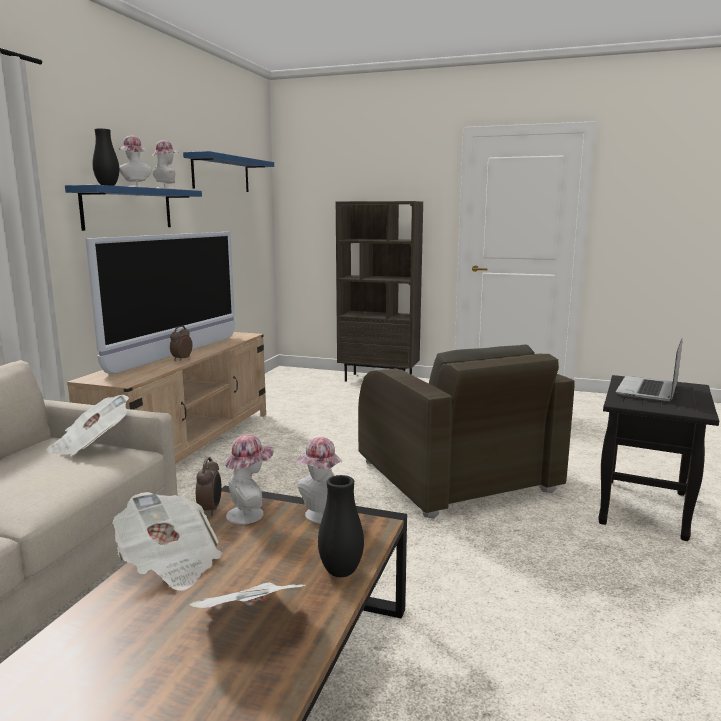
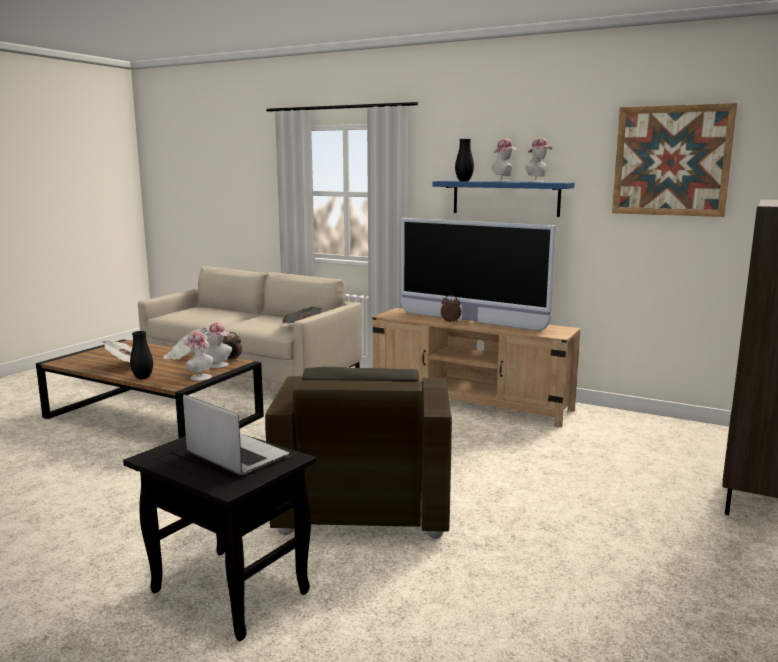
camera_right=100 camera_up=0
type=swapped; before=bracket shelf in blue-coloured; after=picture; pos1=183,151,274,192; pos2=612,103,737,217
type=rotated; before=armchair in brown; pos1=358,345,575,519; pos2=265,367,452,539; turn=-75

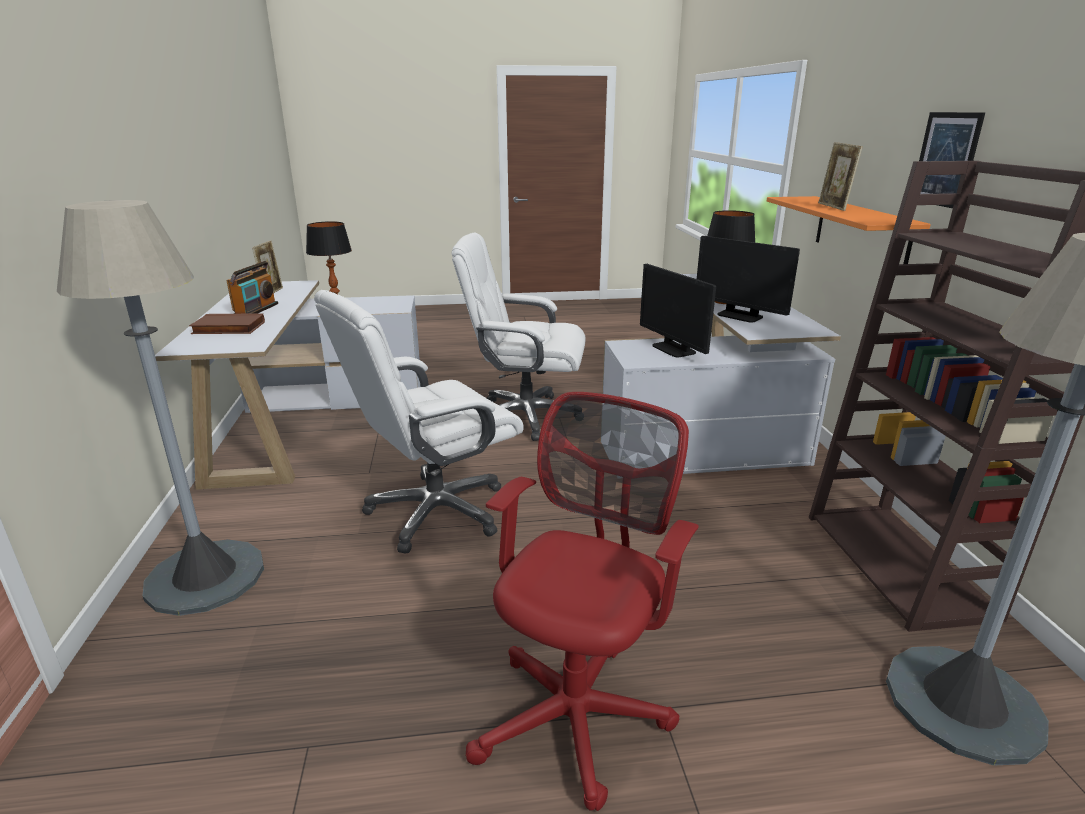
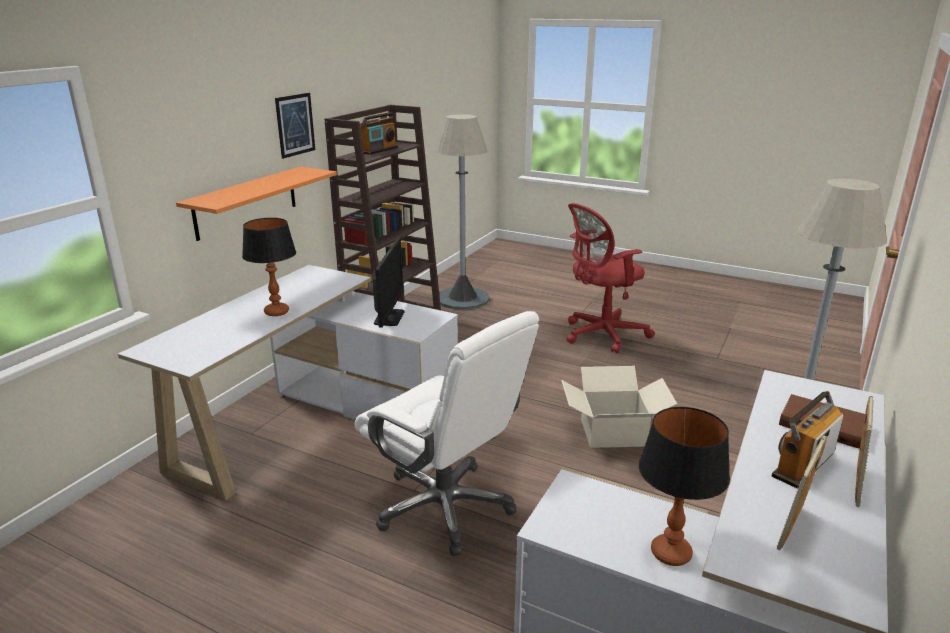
camera_right=-145 camera_up=0
type=gone; before=computer display; pos1=697,236,800,323
type=new; after=radio receiver; pos2=360,112,398,155
type=shifted; before=photo frame; pos1=818,142,863,211; pos2=855,396,874,507
type=swapped; before=office chair in white-coloured; after=carton; pos1=314,290,524,554; pos2=561,366,677,448

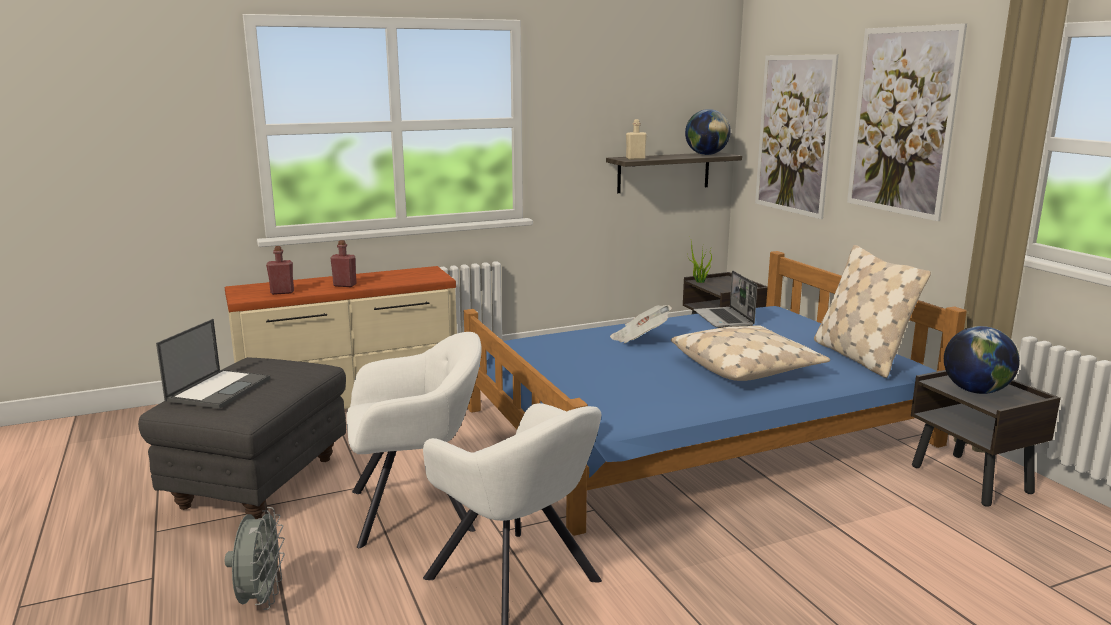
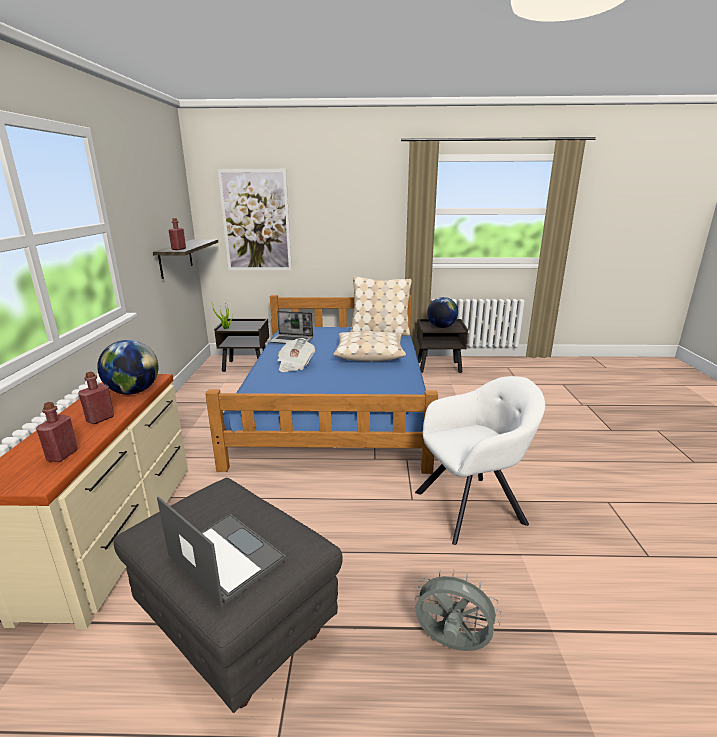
camera_right=-65 camera_up=5
type=gone; before=armchair in white-coloured; pos1=346,332,482,548
type=gone; before=picture; pos1=847,23,967,221
type=shifted; before=desk globe; pos1=685,109,731,155; pos2=97,340,159,394
type=repainted; before=beverage bottle in beige; after=beverage bottle in red; pos1=626,119,647,160; pos2=169,218,186,250

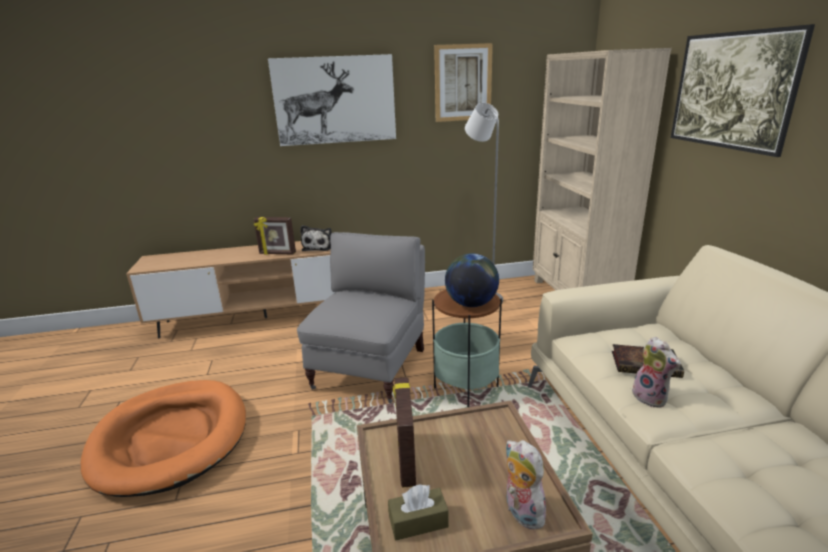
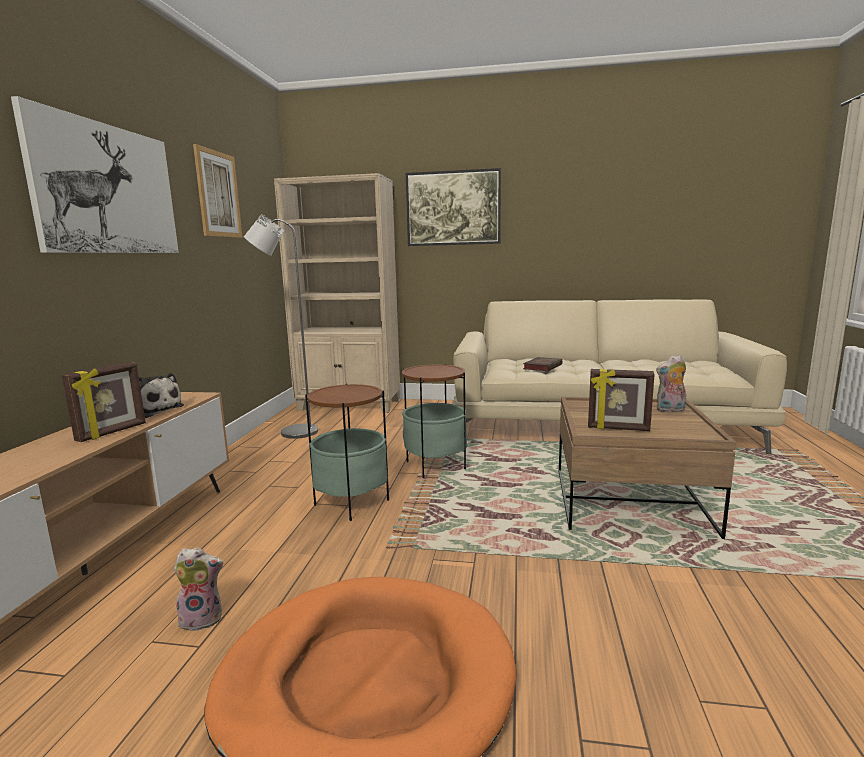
camera_right=-70 camera_up=-10
type=gone; before=tissue box in brown; pos1=388,484,449,541
type=gone; before=desk globe; pos1=445,253,499,307
type=shifted; before=cuddly toy; pos1=629,337,681,408; pos2=174,547,223,631
type=swapped; before=armchair in grey; after=accent table; pos1=297,232,425,403; pos2=305,383,389,521

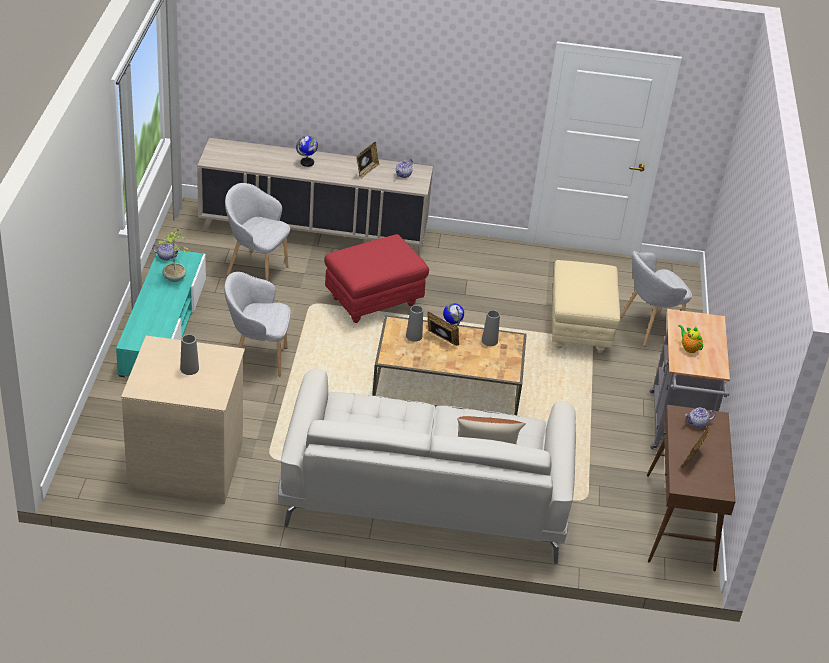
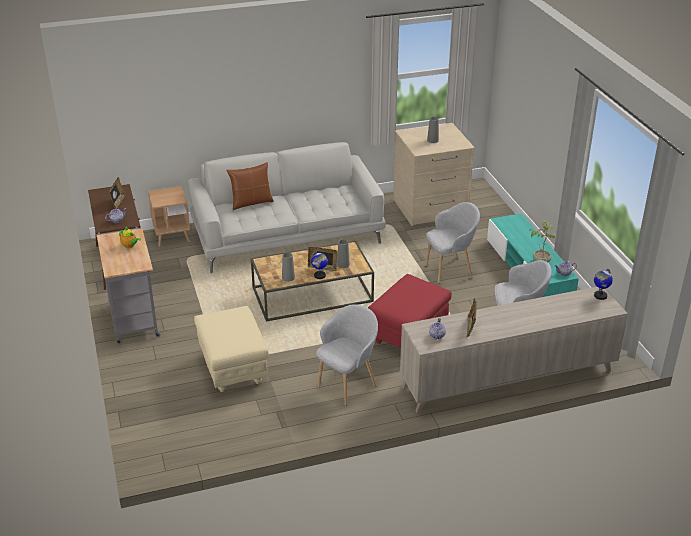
camera_right=160 camera_up=-5
type=new; after=accent table in brown; pos2=148,186,190,247
type=shifted; before=desk globe; pos1=296,136,318,167; pos2=594,269,613,300
type=shifted; before=armchair in grey; pos1=620,251,692,346; pos2=316,304,378,406

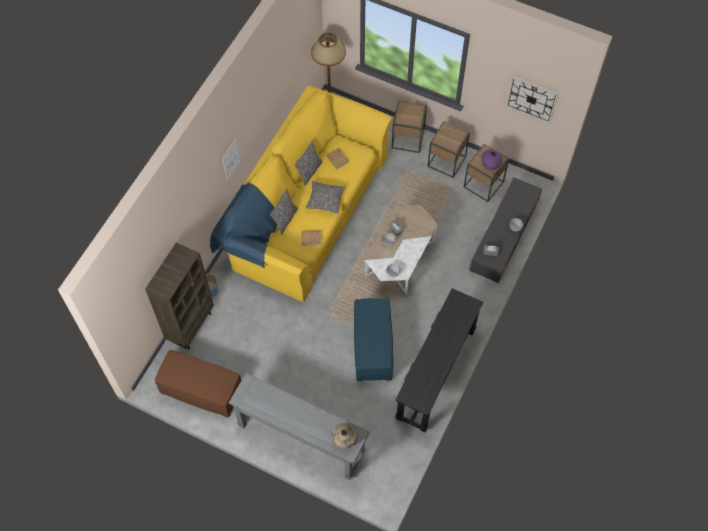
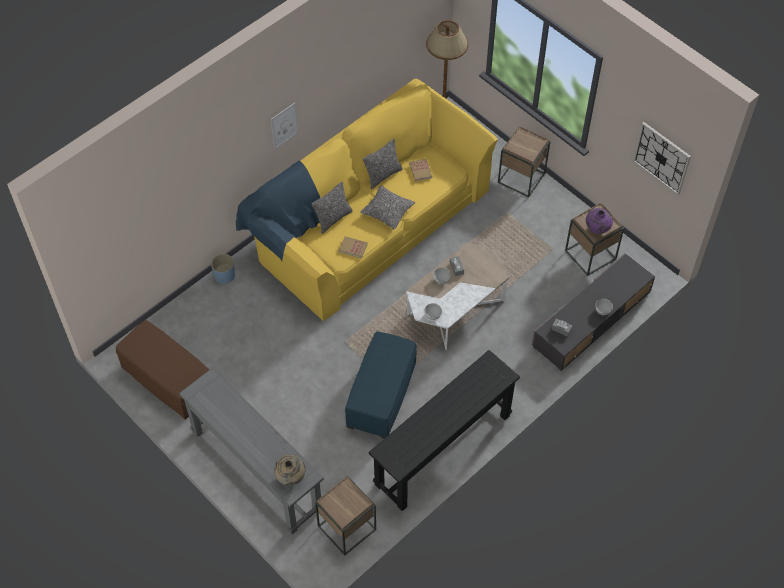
camera_right=20 camera_up=-5
type=gone; before=bookshelf in brown; pos1=145,243,214,350
type=shifted; before=accent table in brown; pos1=427,121,470,178; pos2=315,476,376,556

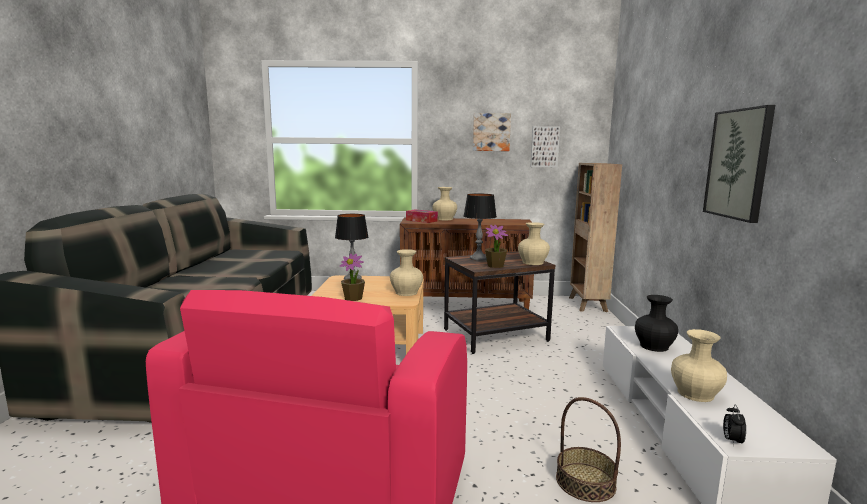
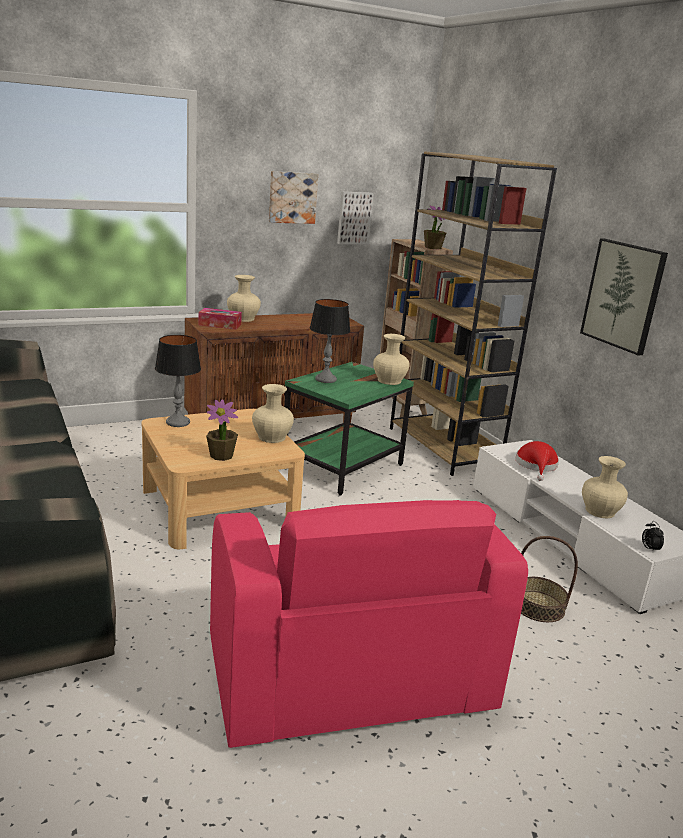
camera_right=-30 camera_up=10
type=new; after=bookshelf in brown; pos2=390,151,557,476
type=shifted; before=potted plant; pos1=485,225,508,268; pos2=424,205,446,250
type=swapped; before=decorative vase in blackish; after=wearable hat in red; pos1=635,295,678,352; pos2=515,441,559,481
type=repainted; before=accent table in brown; after=accent table in greenish; pos1=444,252,555,354; pos2=284,362,414,495

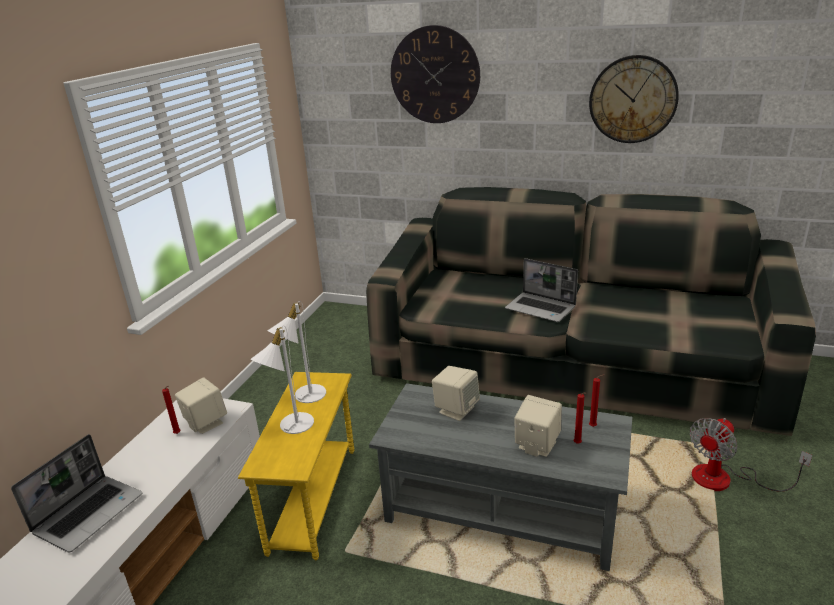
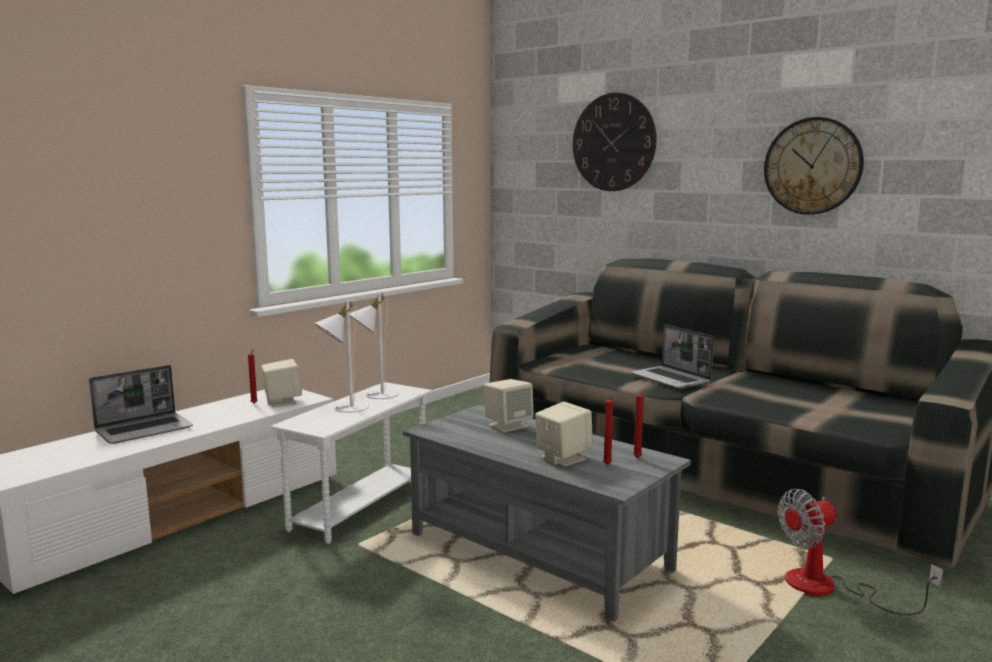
camera_right=20 camera_up=-15
type=repainted; before=accent table in yellow-coloured; after=accent table in white-coloured; pos1=238,372,354,560; pos2=270,382,433,544

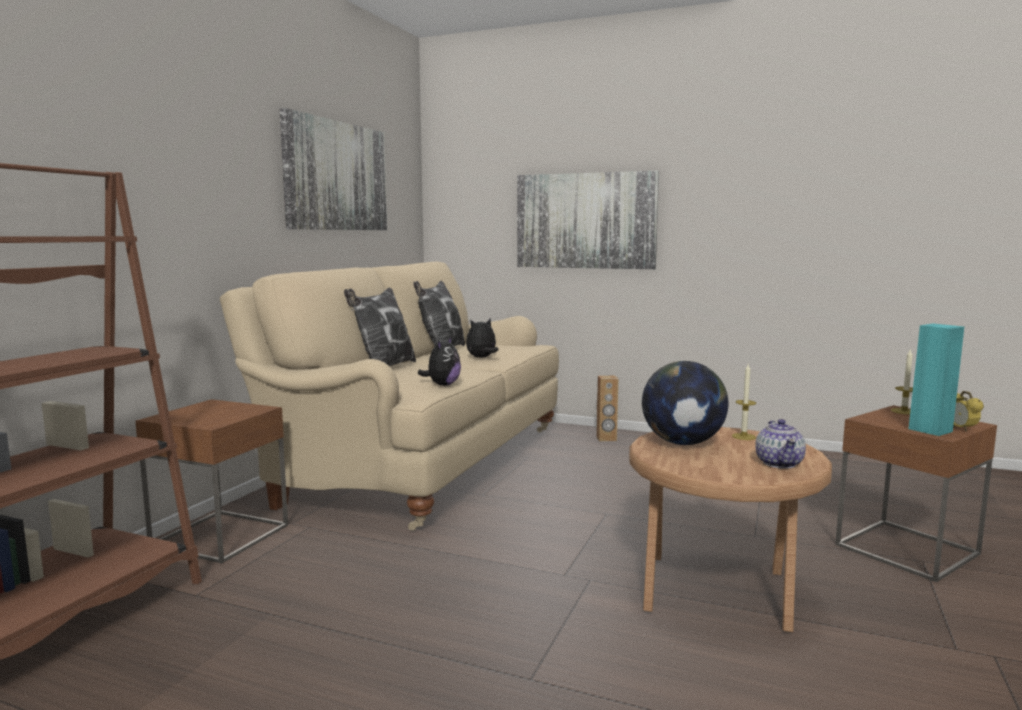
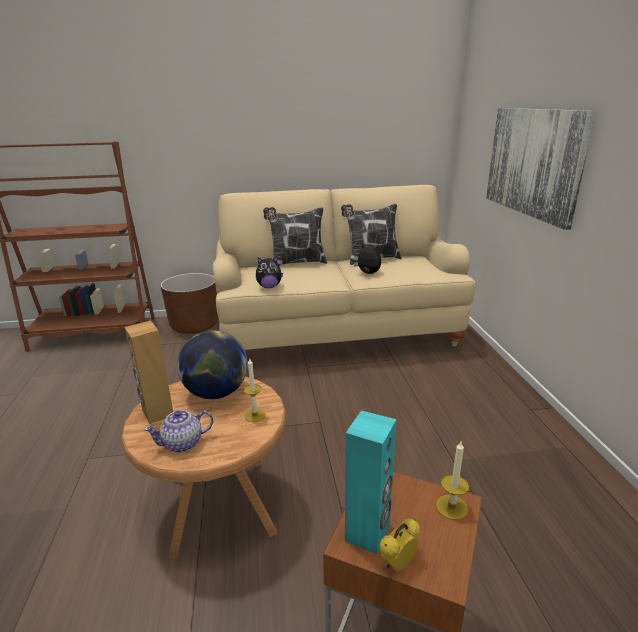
camera_right=60 camera_up=15
type=gone; before=picture; pos1=279,108,387,230
type=shifted; before=loudspeaker in brown; pos1=596,375,618,442; pos2=125,321,173,424
type=swapped; before=accent table in brown; after=planter in brown; pos1=135,399,288,564; pos2=161,273,218,334

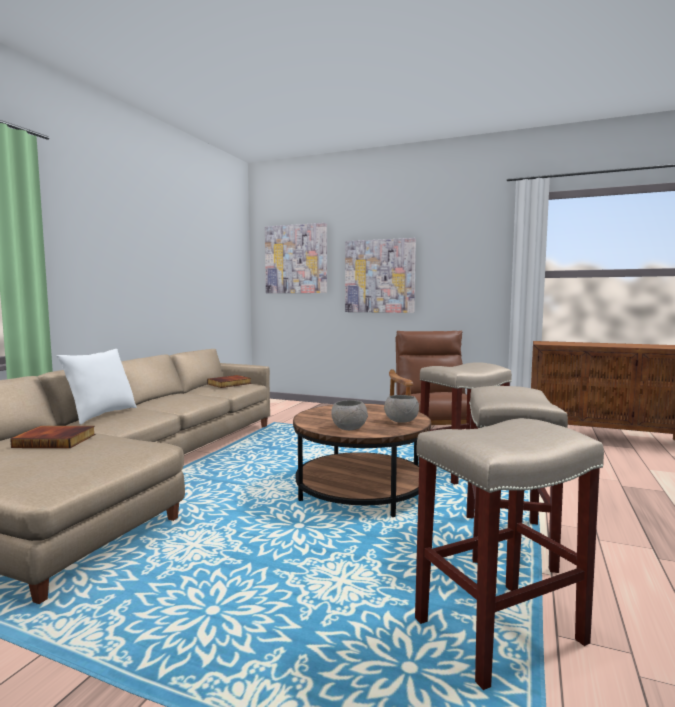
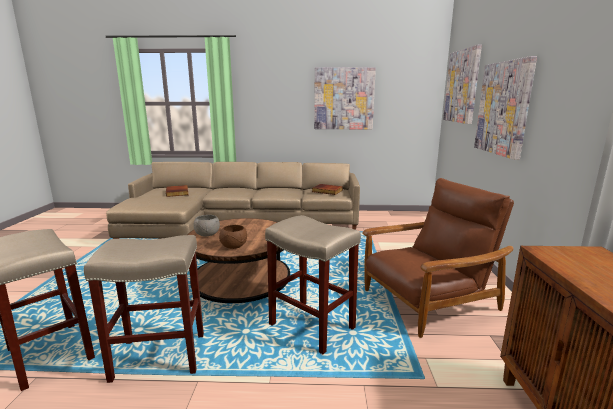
camera_right=70 camera_up=10
type=gone; before=cushion in white-coloured; pos1=56,349,137,424
type=new; after=picture; pos2=314,67,376,129
type=repainted; before=deep dish in grey; after=deep dish in brown; pos1=384,395,419,423; pos2=219,225,247,249

